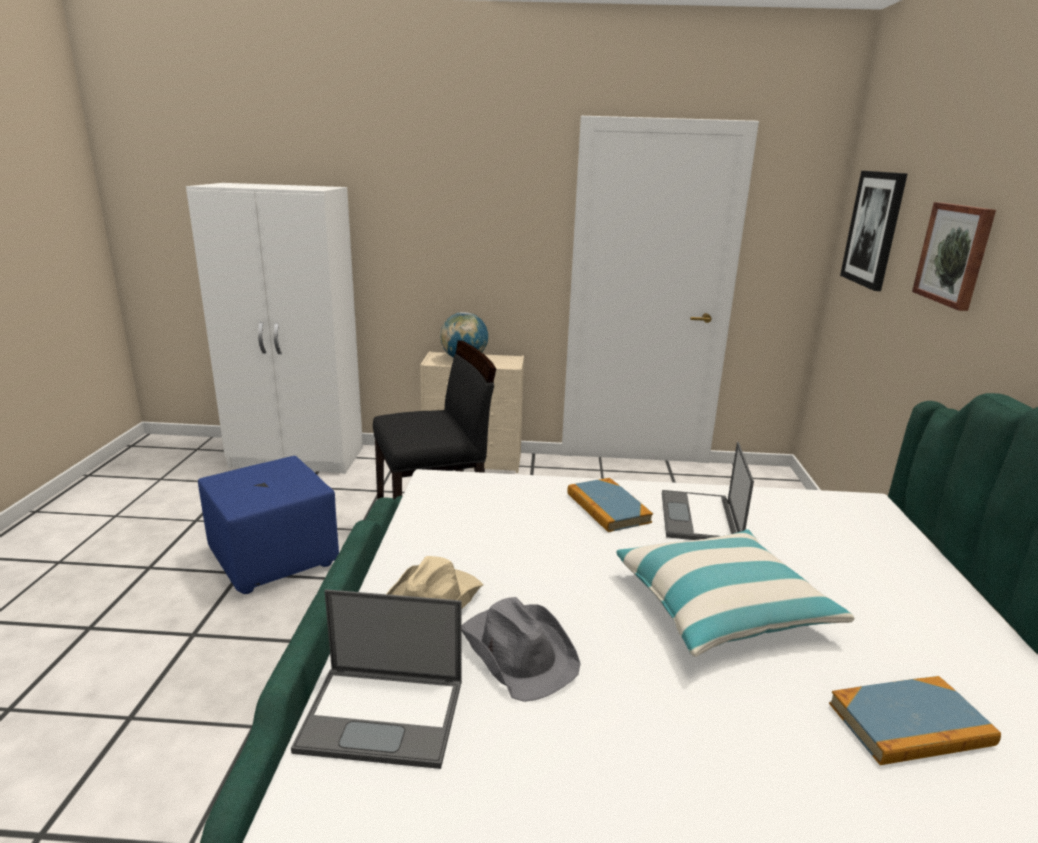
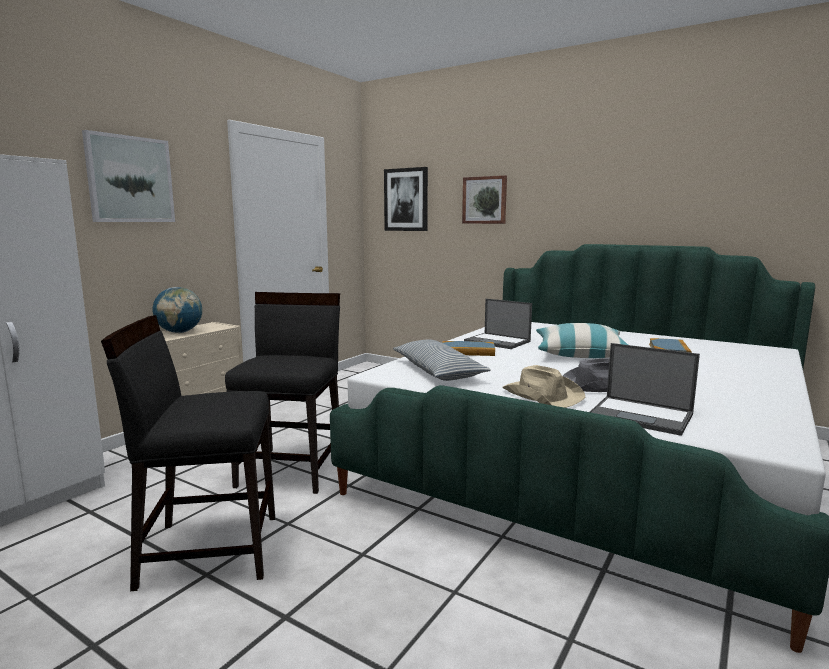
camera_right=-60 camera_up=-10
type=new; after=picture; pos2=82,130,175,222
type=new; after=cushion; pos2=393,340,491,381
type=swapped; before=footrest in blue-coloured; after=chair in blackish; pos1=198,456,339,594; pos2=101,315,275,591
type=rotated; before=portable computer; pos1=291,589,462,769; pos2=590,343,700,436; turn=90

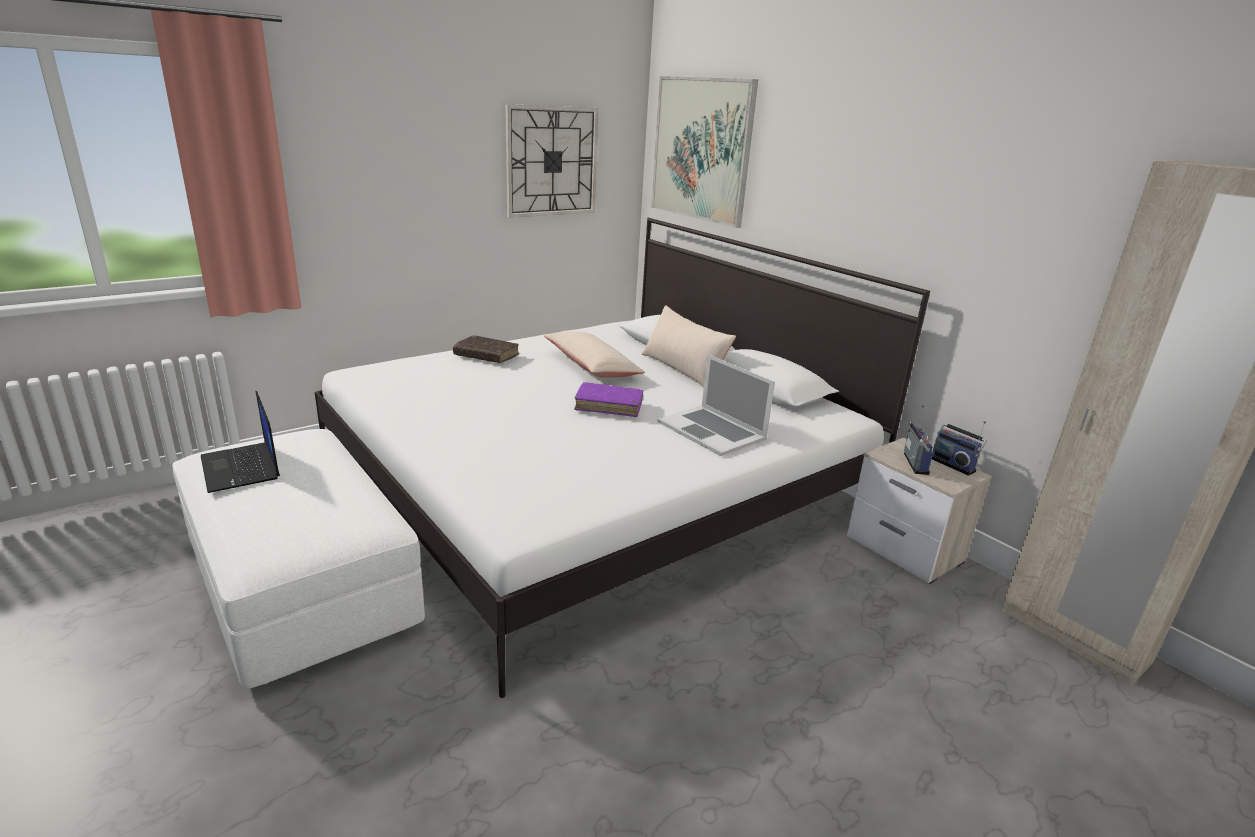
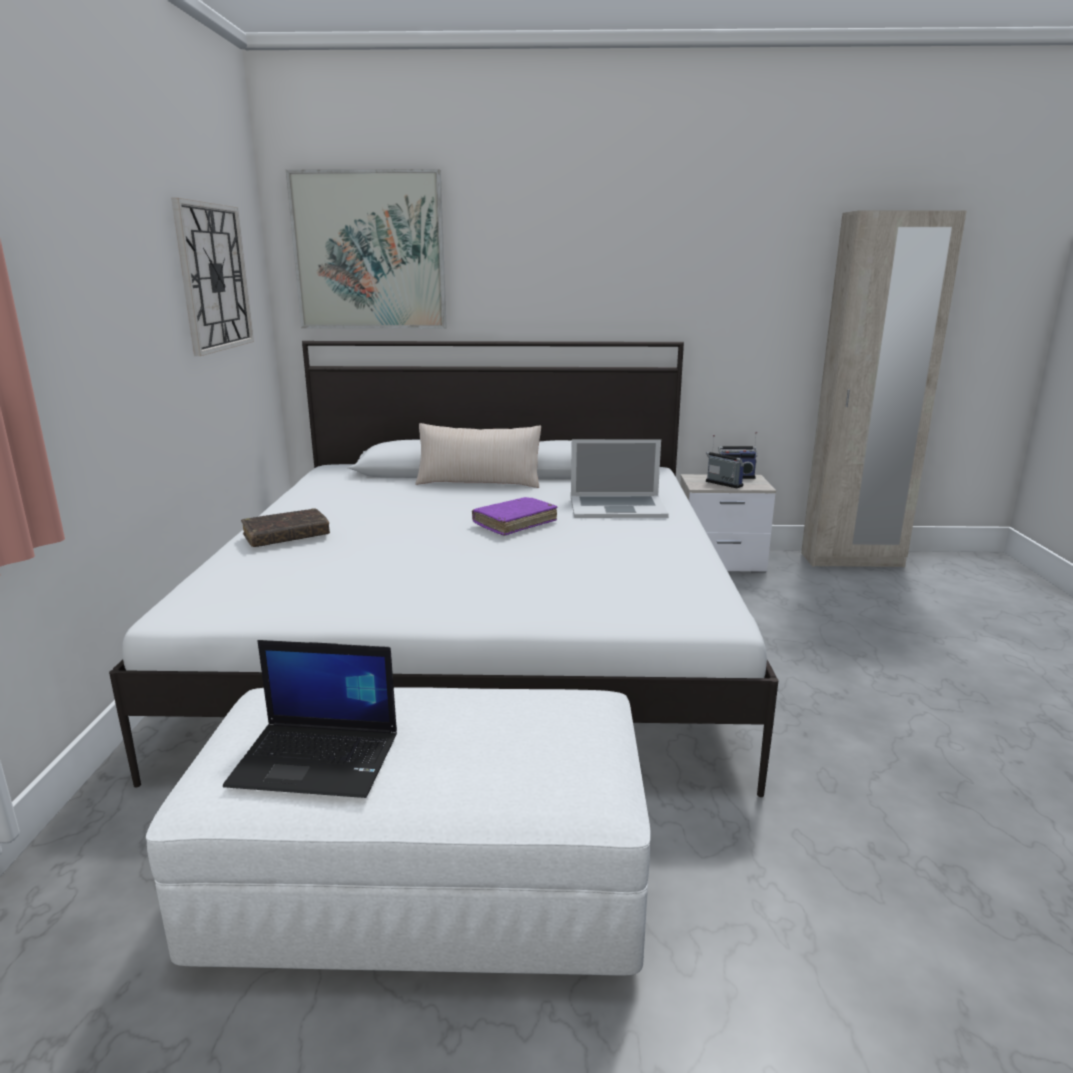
camera_right=-50 camera_up=-5
type=gone; before=cushion in beige; pos1=544,331,645,378

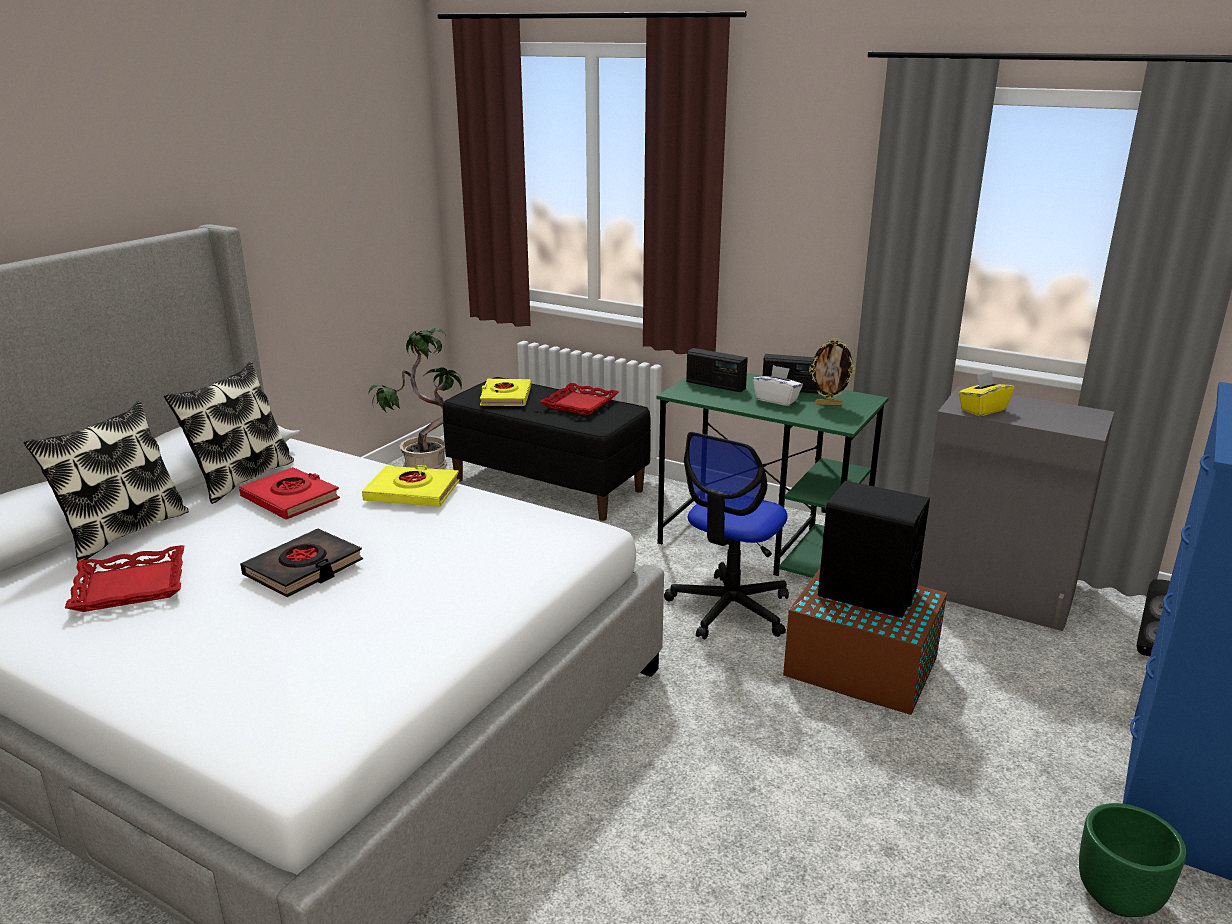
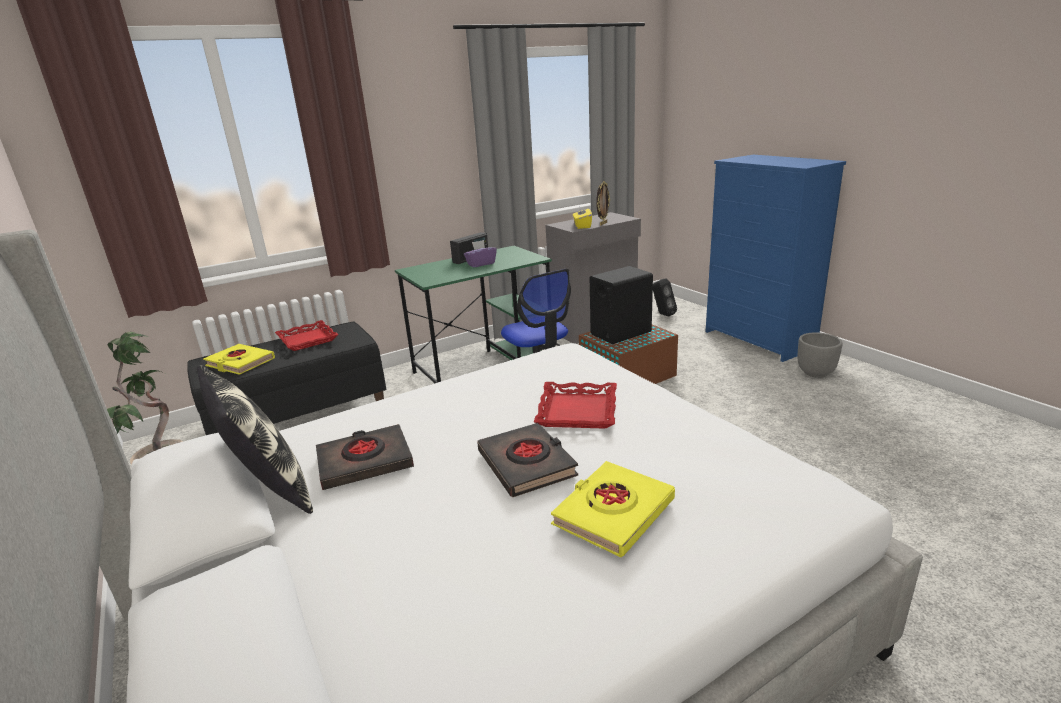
camera_right=-60 camera_up=0
type=gone; before=cushion; pos1=23,401,189,561
type=gone; before=radio receiver; pos1=686,348,748,392
type=shifted; before=serving tray in red; pos1=65,545,184,612; pos2=534,382,617,429
type=shifted; before=book in yellow-coloured; pos1=362,465,459,507; pos2=551,461,675,557
type=shifted; before=photo frame; pos1=809,339,856,406; pos2=596,181,610,226
type=repainted; before=book in red; after=book in blackish; pos1=239,467,340,520; pos2=316,424,414,490
type=repainted; before=tissue box in white-coloured; after=tissue box in purple-coloured; pos1=753,365,803,406; pos2=464,240,497,267
type=repainted; before=planter in greenish; after=planter in grey; pos1=1079,803,1186,917; pos2=798,333,843,378

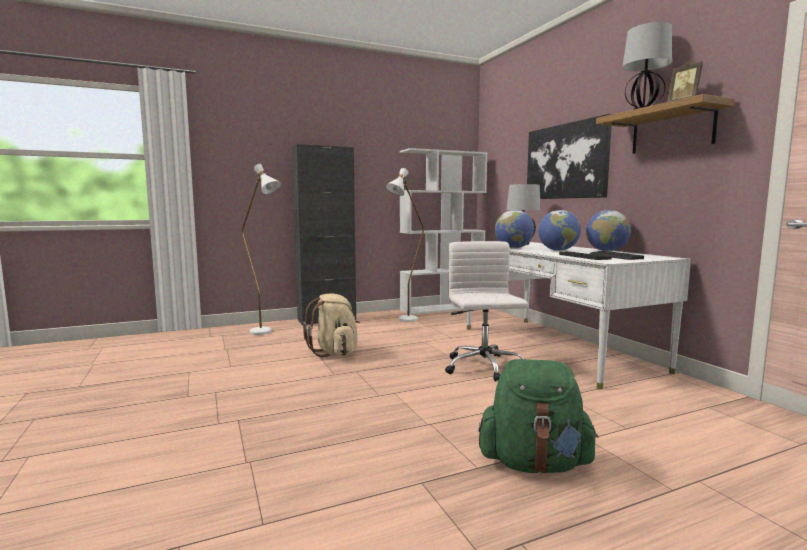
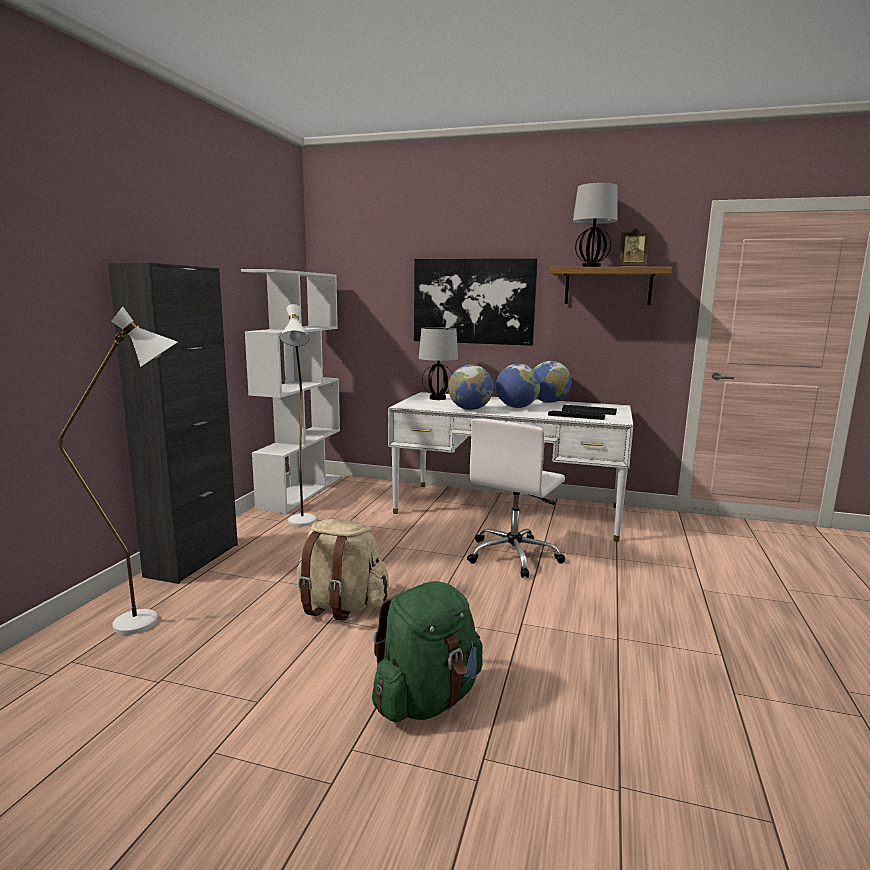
camera_right=-50 camera_up=5
type=shifted; before=knapsack in greenish; pos1=479,359,599,474; pos2=372,581,483,722
type=rotated; before=office chair in white-coloured; pos1=445,241,529,381; pos2=467,418,565,578; turn=-90

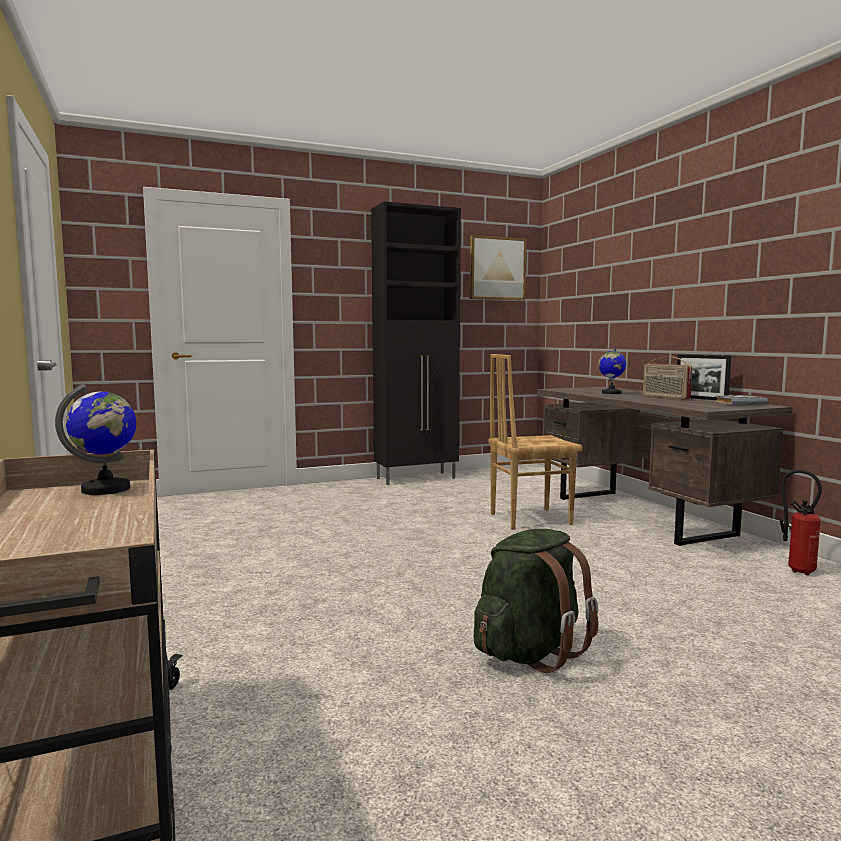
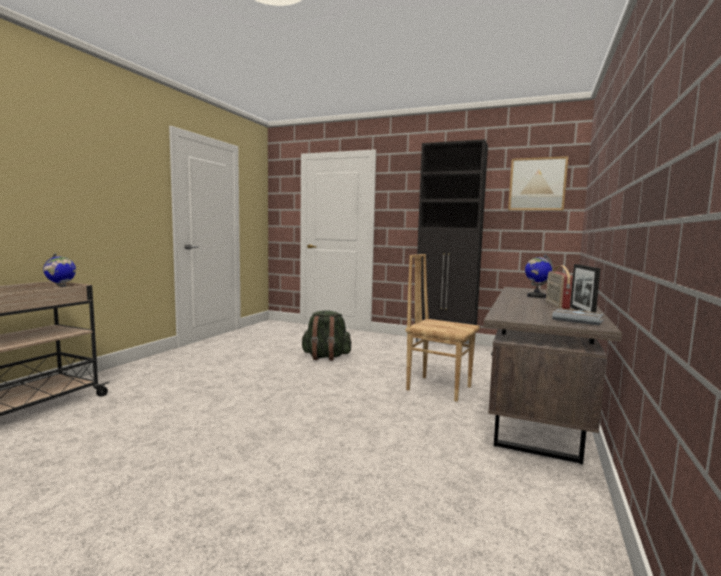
camera_right=45 camera_up=0
type=gone; before=fire-fighting cylinder; pos1=780,470,822,575
type=shifted; before=knapsack in greenish; pos1=474,529,598,673; pos2=301,310,352,360

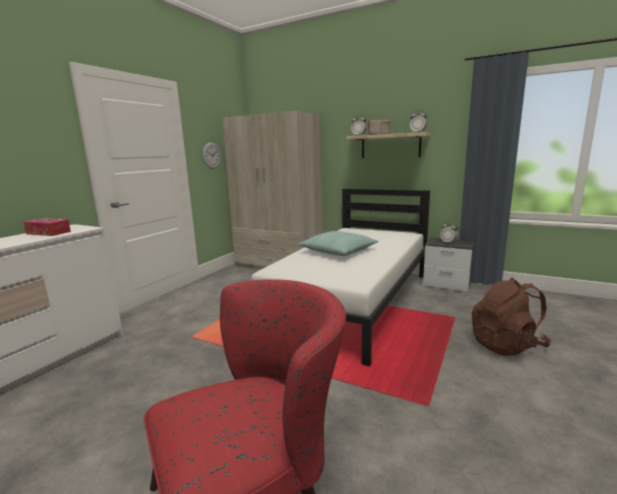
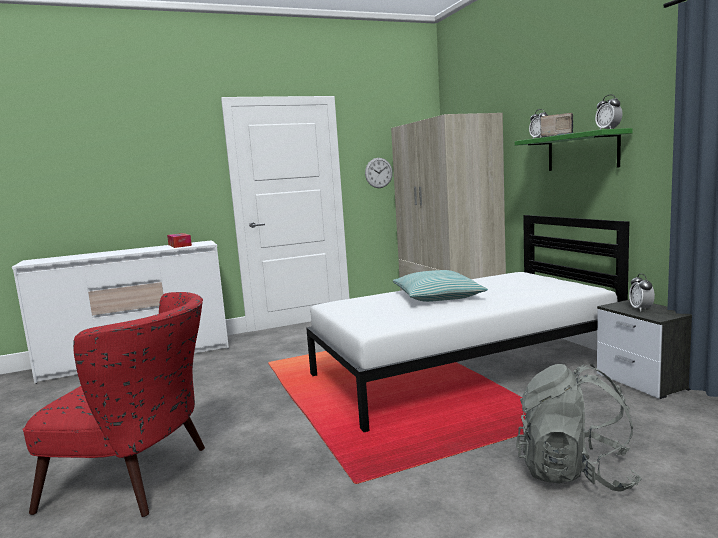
camera_right=40 camera_up=-5
type=repainted; before=bracket shelf in beige; after=bracket shelf in greenish; pos1=346,132,431,158; pos2=515,128,633,171
type=repainted; before=knapsack in brown; after=knapsack in grey; pos1=472,278,551,356; pos2=516,364,642,492

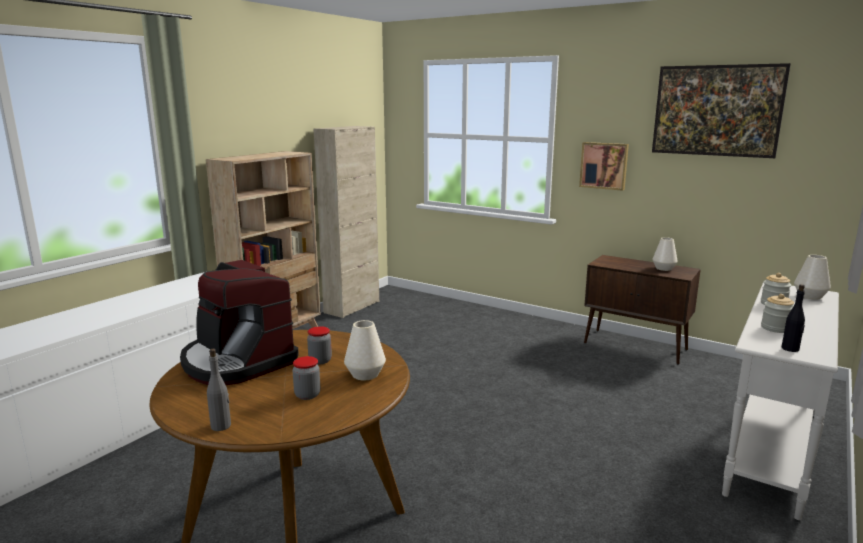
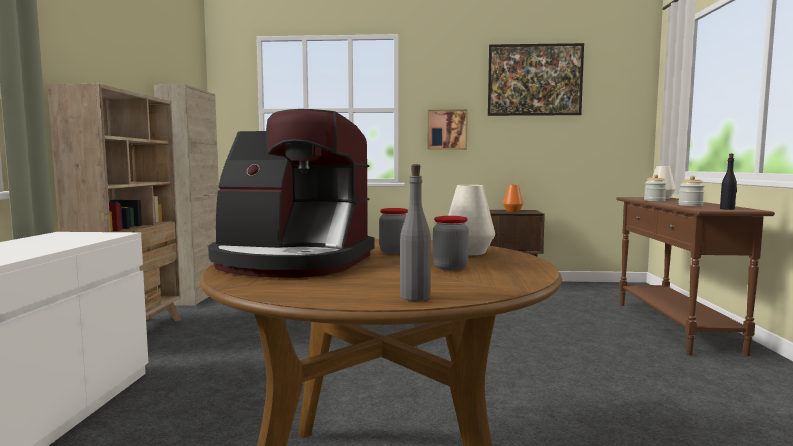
camera_right=-30 camera_up=-10
type=repainted; before=decorative vase in white-coloured; after=decorative vase in orange-coloured; pos1=652,237,678,271; pos2=503,184,523,212
type=repainted; before=console table in white-coloured; after=console table in brown; pos1=722,282,839,520; pos2=616,197,775,356

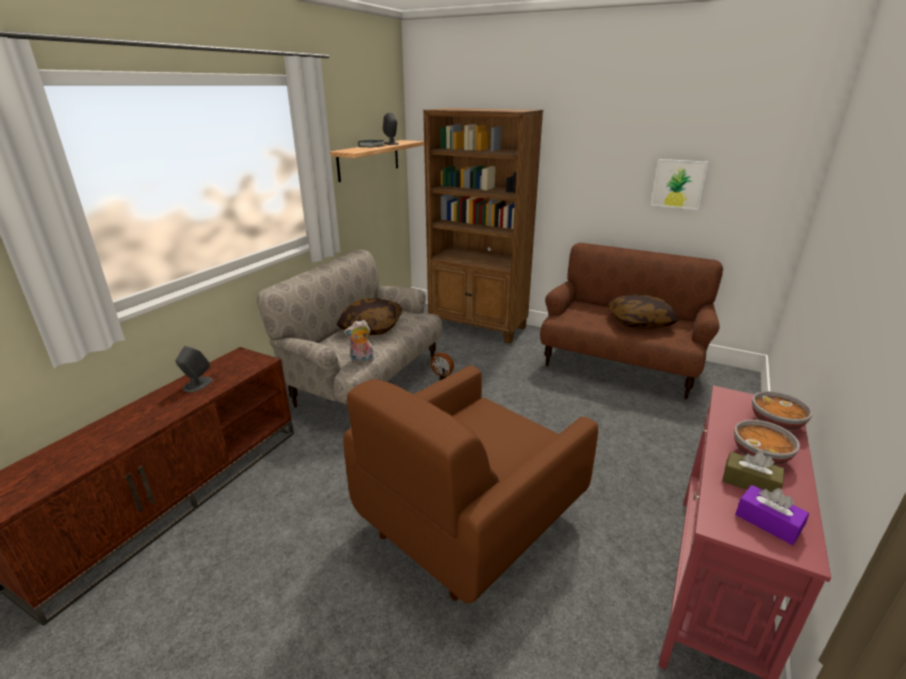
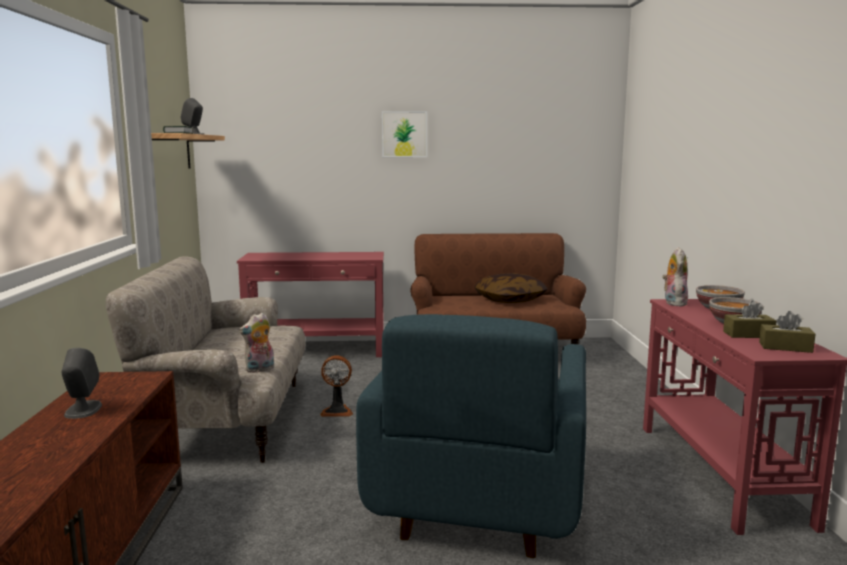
camera_right=-30 camera_up=-15
type=gone; before=cushion; pos1=337,298,402,335
type=new; after=cuddly toy; pos2=662,247,688,307
type=shifted; before=picture; pos1=651,159,709,210; pos2=382,111,427,157
type=swapped; before=bookshelf in brown; after=console table in red; pos1=423,108,543,344; pos2=237,252,384,357
type=repainted; before=armchair in brown; after=armchair in blue-coloured; pos1=343,365,598,604; pos2=356,314,586,558
type=repainted; before=tissue box in purple-coloured; after=tissue box in brown; pos1=735,485,809,545; pos2=759,311,815,353

